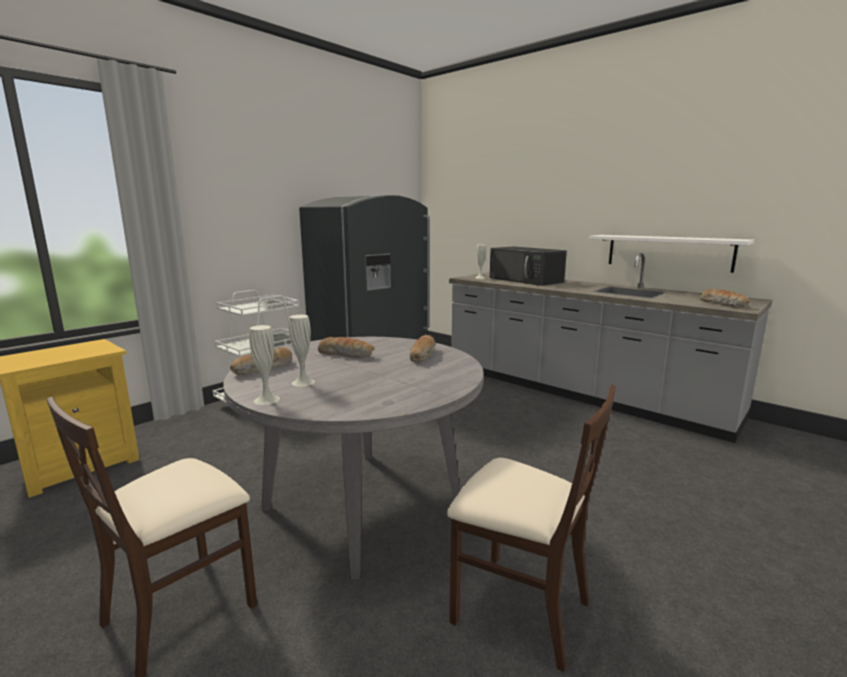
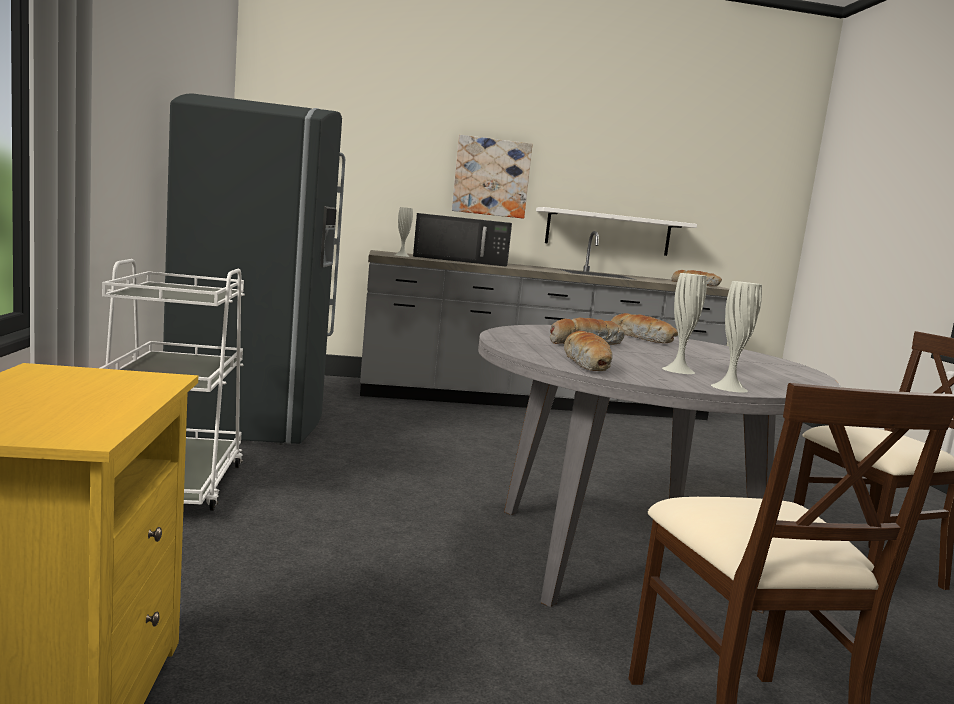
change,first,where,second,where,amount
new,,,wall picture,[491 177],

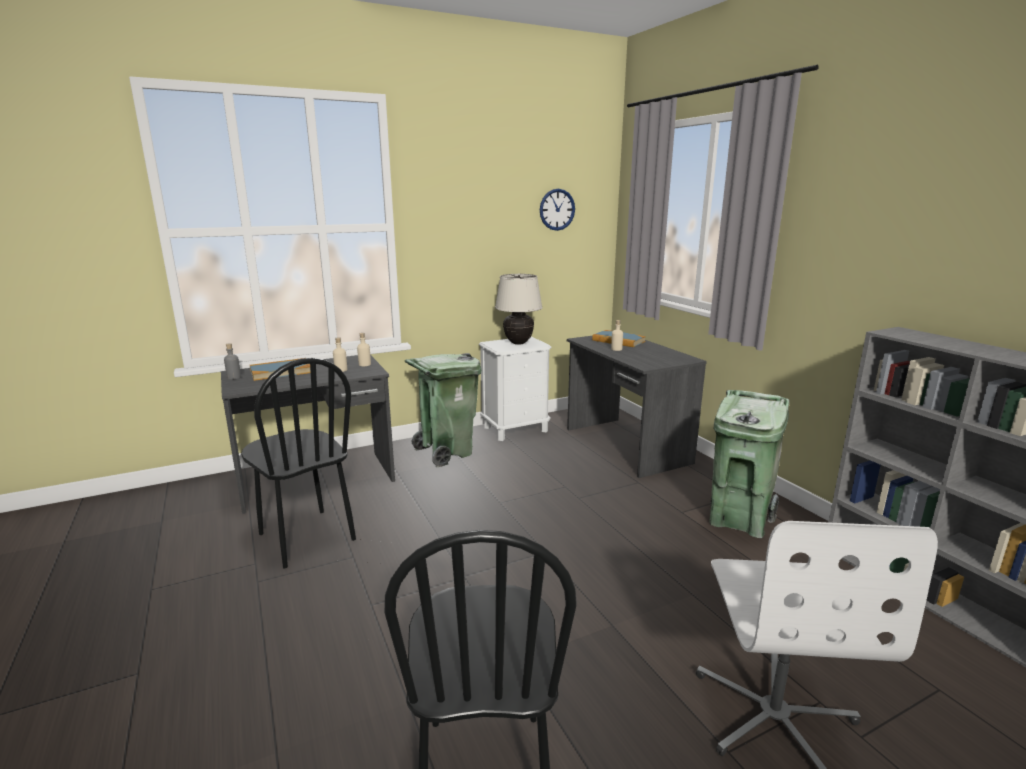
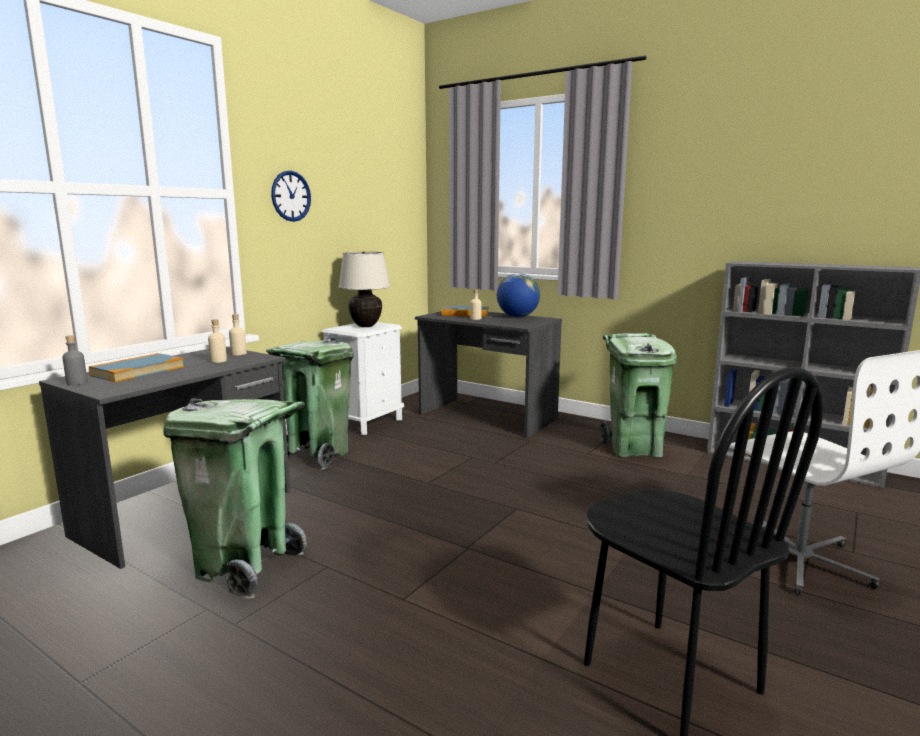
change,first,where,second,where,amount
new,,,globe,[517 316],
shifted,clock on the wall,[557 209],,[291 196],
swapped,black upright chair,[306 537],greenish trash can,[244 566],

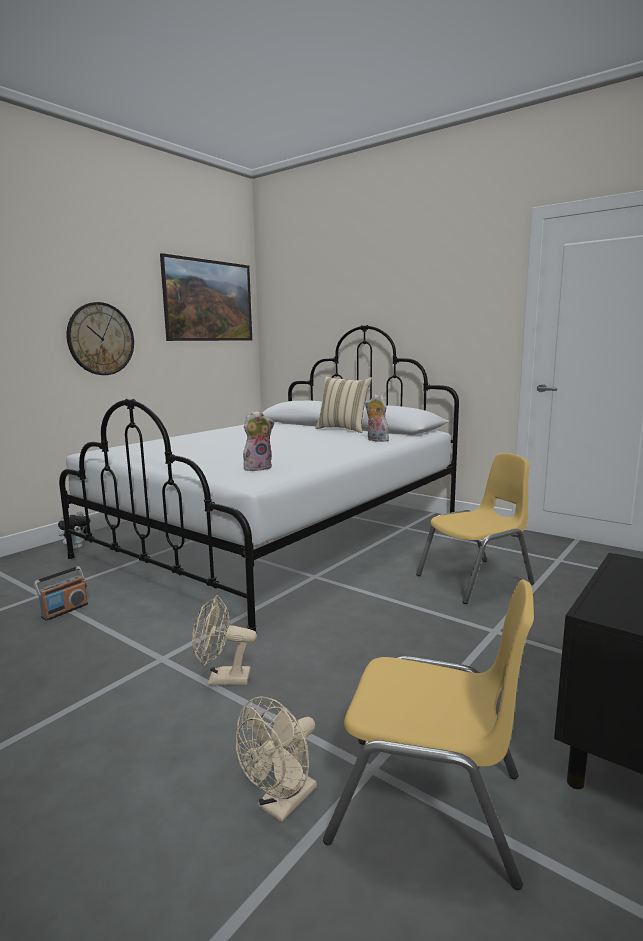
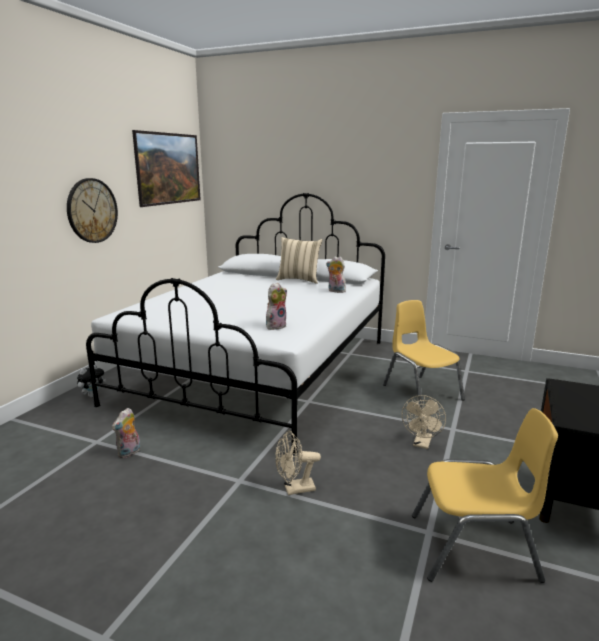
change,first,where,second,where,amount
shifted,beige cooling fan,[282 804],,[422 444],
swapped,radio,[64 610],cuddly toy,[129 453],
rotated,yellow-coloured upright chair,[475 580],,[421 392],75 degrees counterclockwise

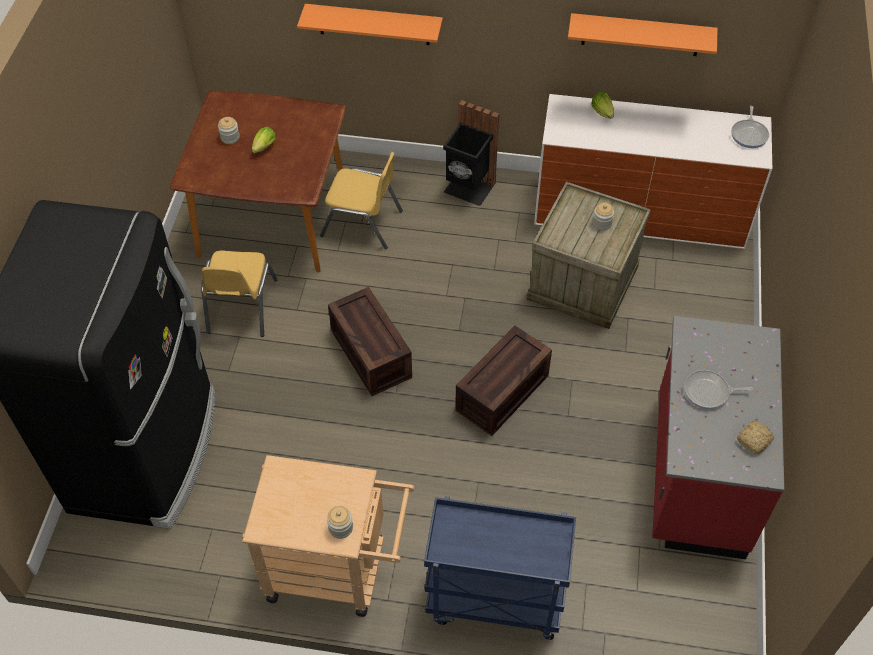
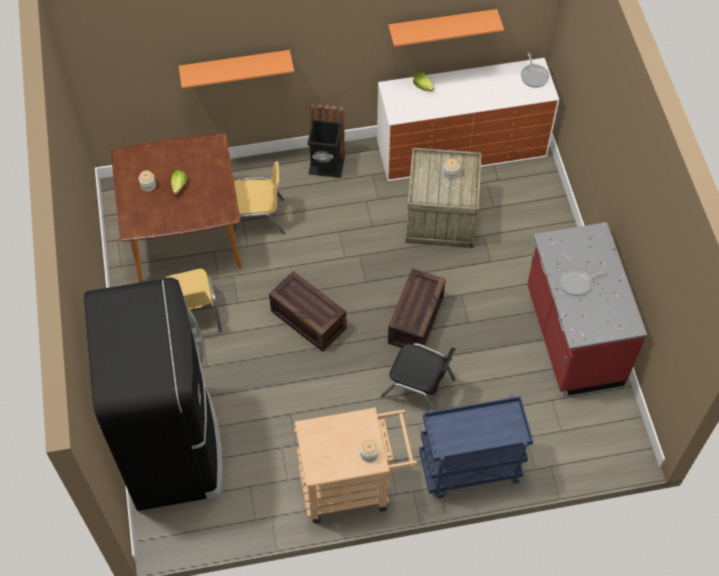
change,first,where,second,where,amount
gone,baked bread,[755 440],,,
new,,,black upright chair,[418 388],

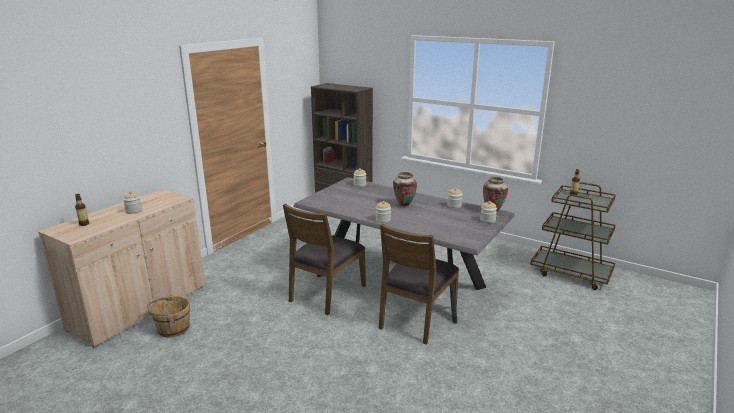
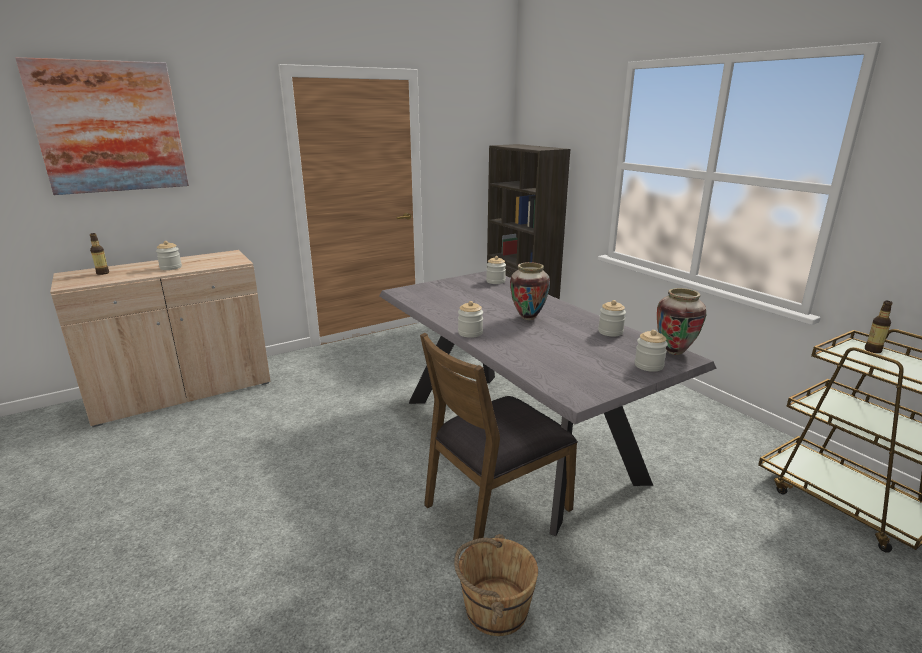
change,first,where,second,where,amount
gone,brown upright chair,[326 293],,,
new,,,wall picture,[110 127],
shifted,brown bucket,[173 328],,[495 608],

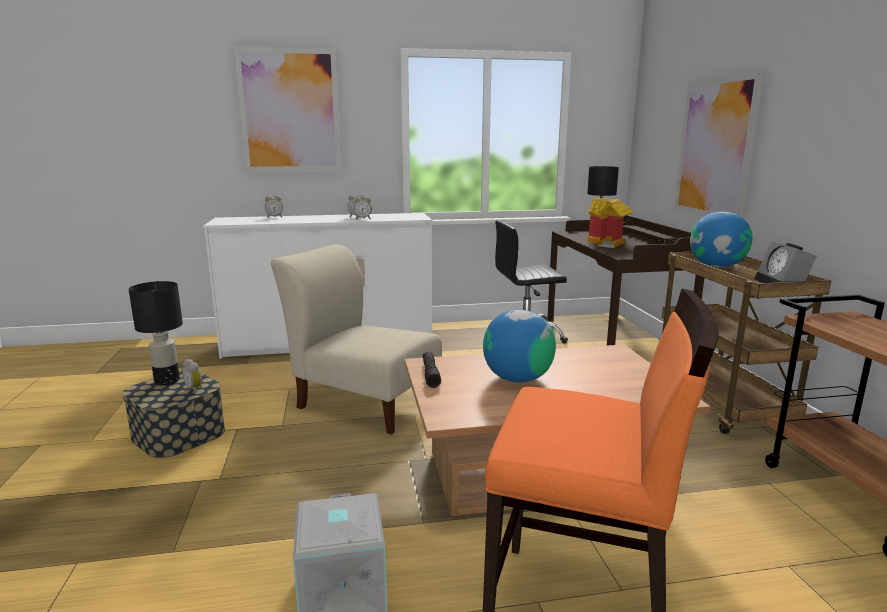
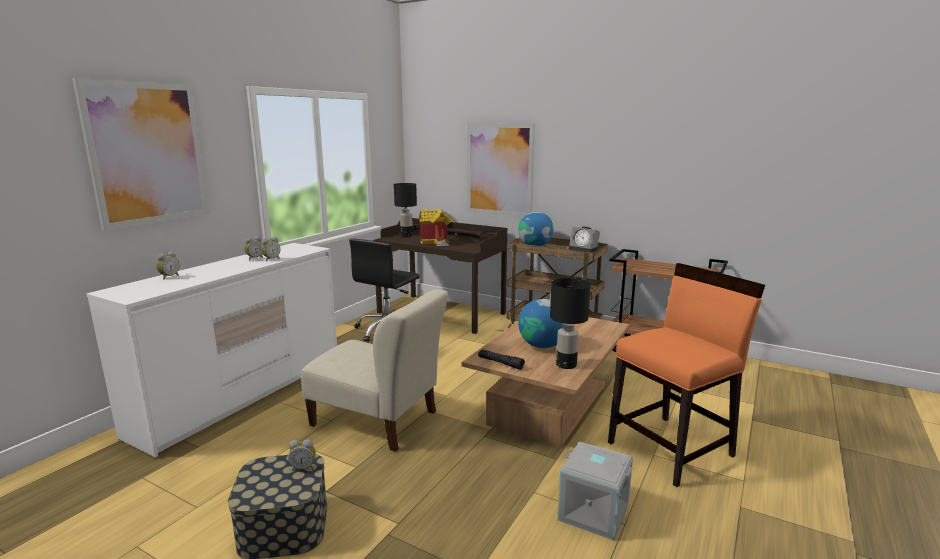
change,first,where,second,where,amount
shifted,black tabletop lamp,[166 381],,[566 365],
rotated,beige upright chair,[363 402],,[378 421],135 degrees counterclockwise

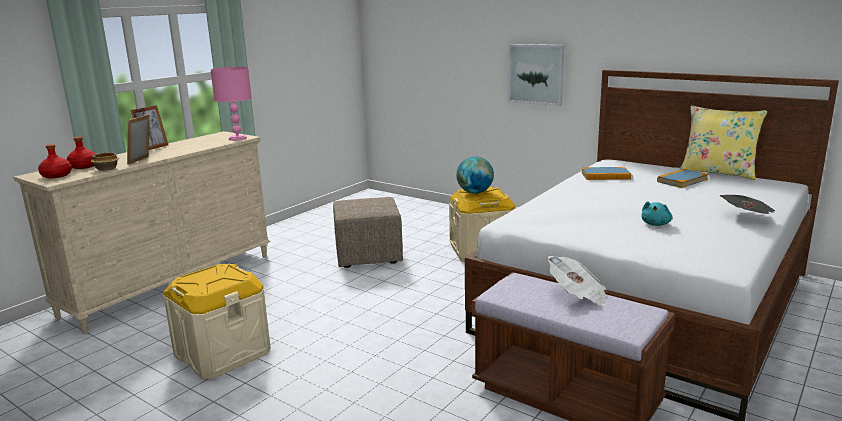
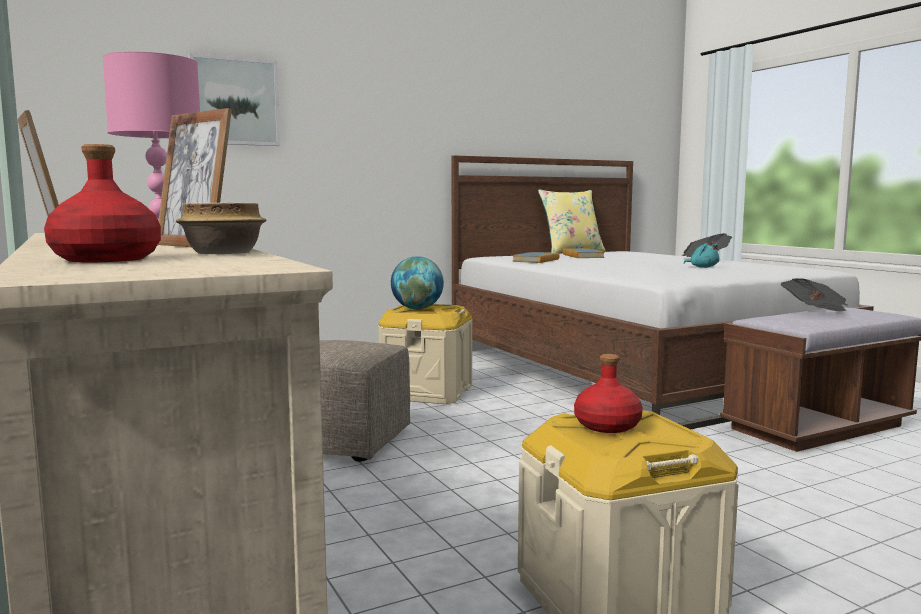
change,first,where,second,where,amount
shifted,red drink bottle,[57 175],,[606 425],
shifted,wall picture,[536 74],,[235 101],

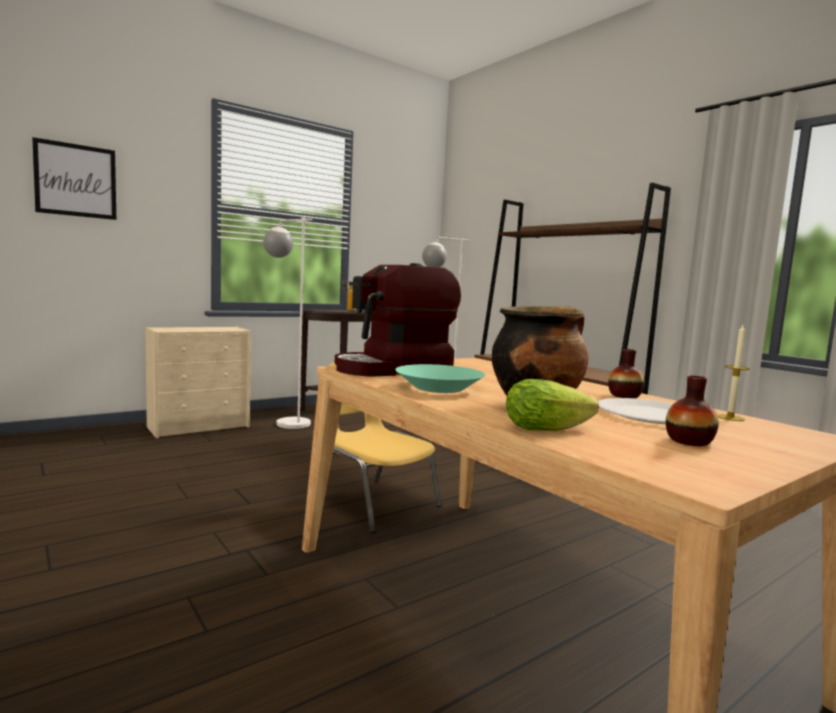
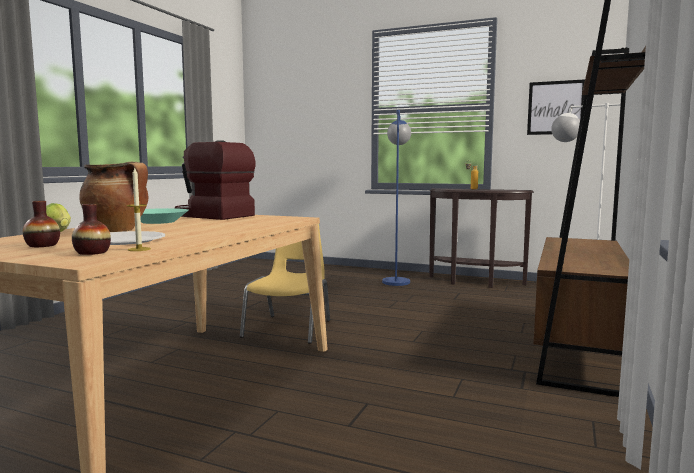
change,first,where,second,where,amount
gone,beige chest of drawers,[200 427],,,
shifted,wall picture,[76 180],,[555 107],
shifted,decorative vase,[624 396],,[92 252],
repainted,whitish standard lamp,[285 421],blue standard lamp,[396 280],

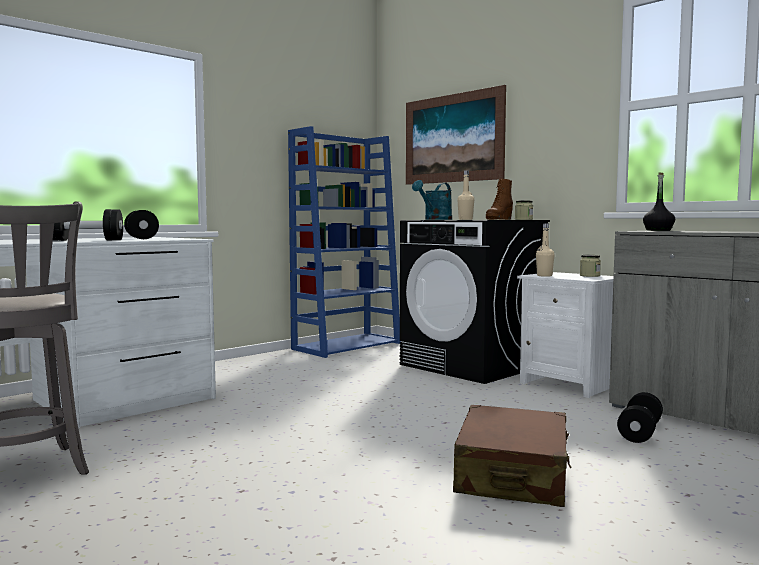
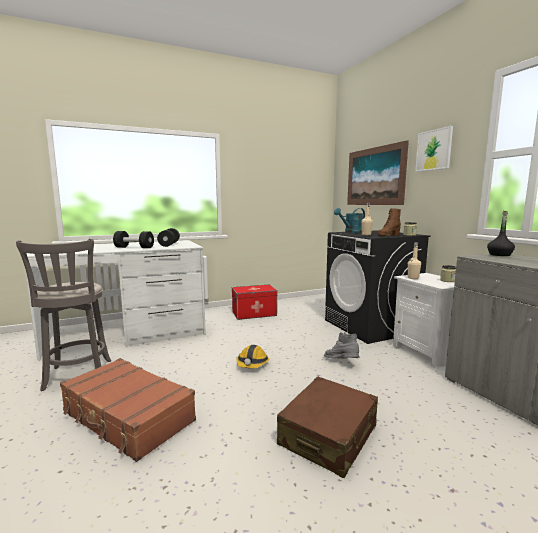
change,first,where,second,where,amount
gone,blue bookshelf,[347 346],,,
gone,black free weight,[640 432],,,
new,,,brown travel case,[127 417],
new,,,storage container,[254 313],
new,,,work helmet,[252 364],
new,,,gray tall boot,[341 363],
new,,,wall picture,[433 150],

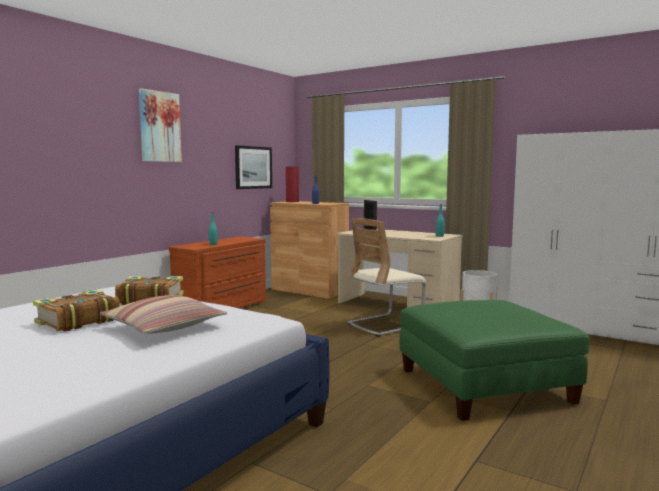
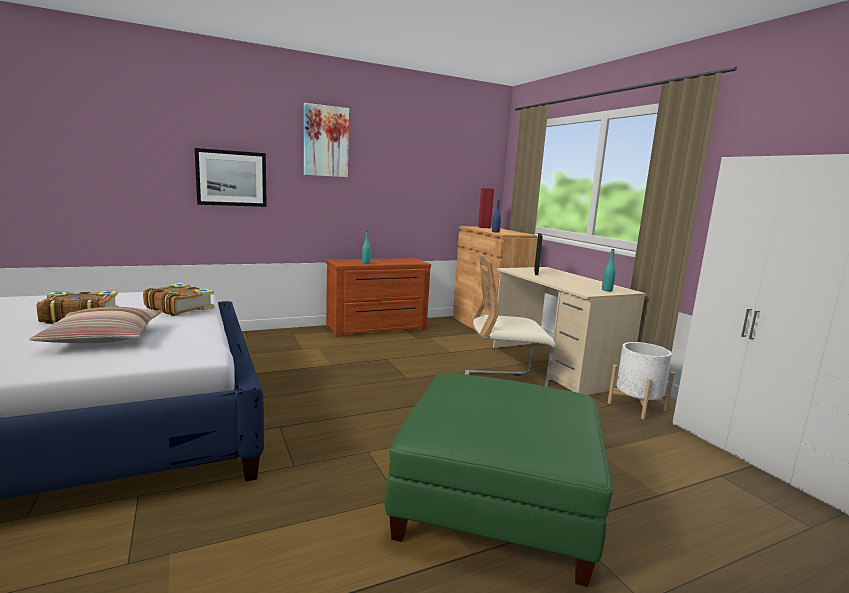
change,first,where,second,where,amount
shifted,wall picture,[253 167],,[231 178],

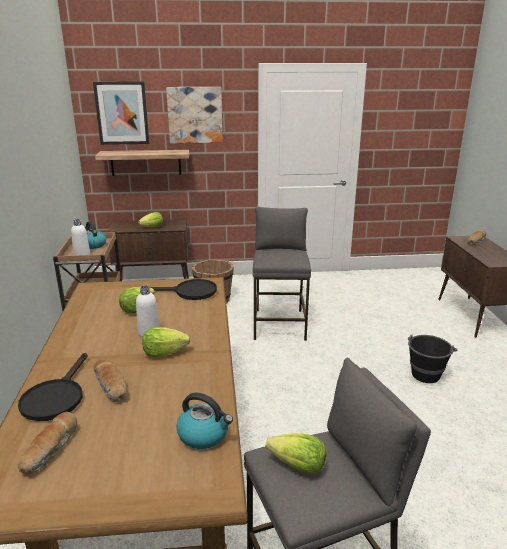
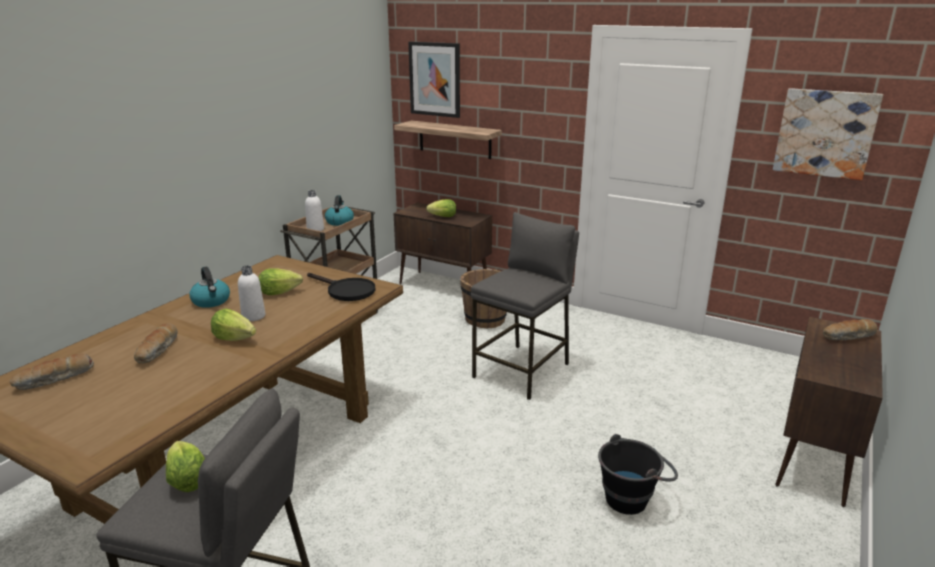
change,first,where,second,where,amount
gone,black pan,[56 397],,,
shifted,wall picture,[195 115],,[825 133],
shifted,kettle,[204 435],,[211 301],

